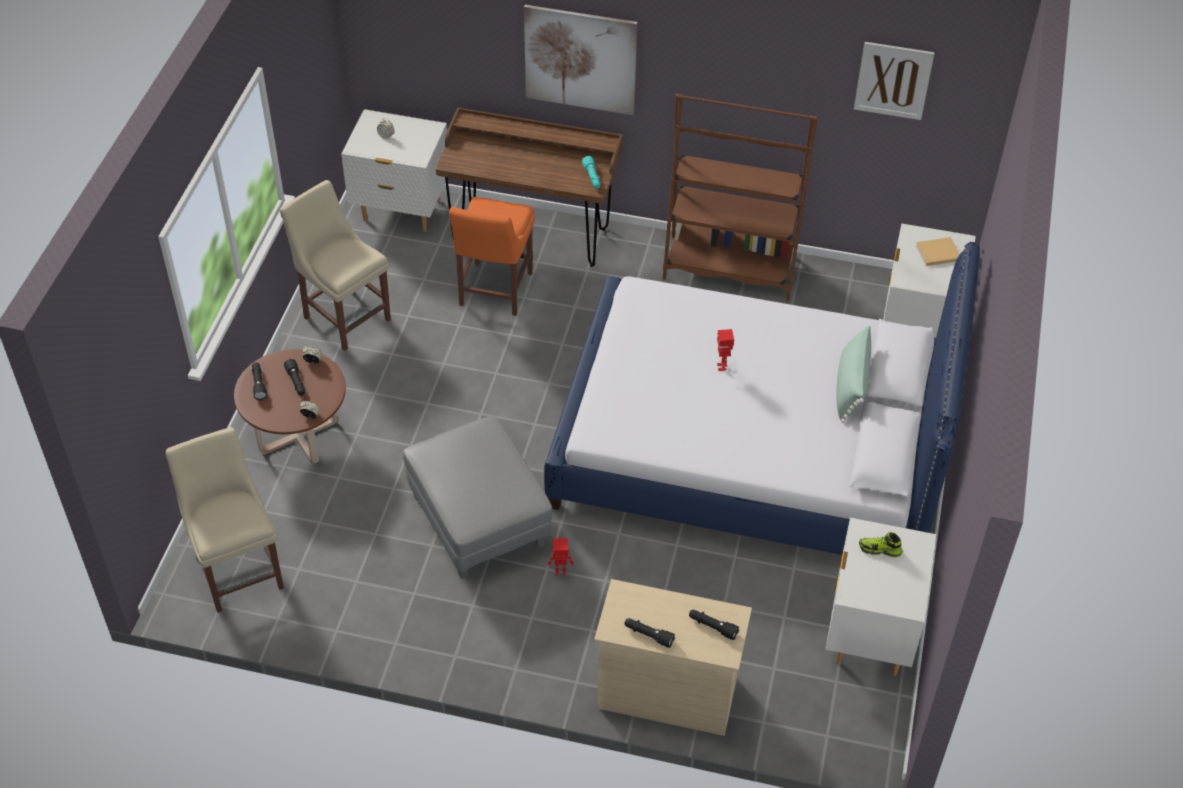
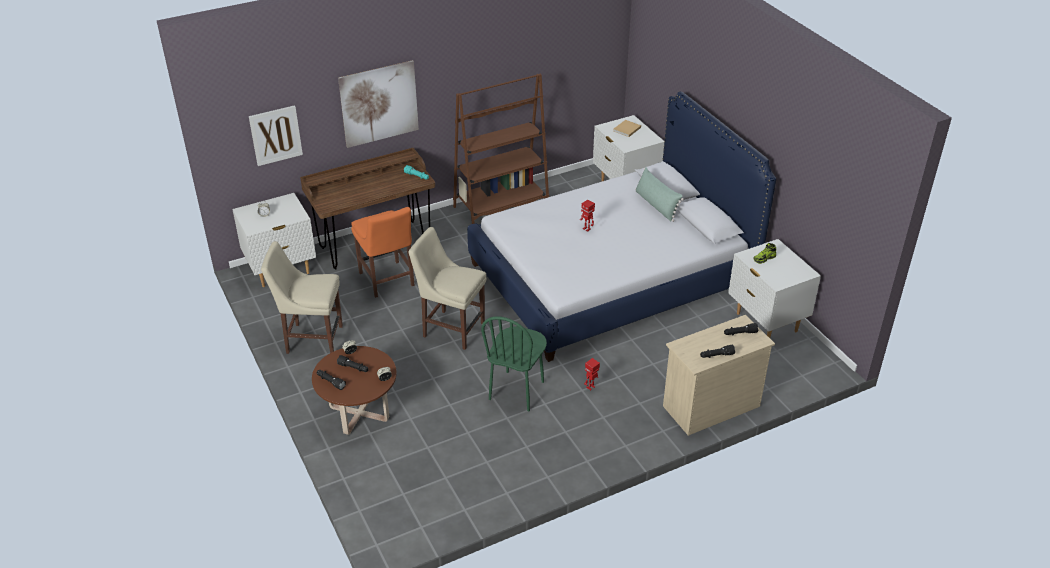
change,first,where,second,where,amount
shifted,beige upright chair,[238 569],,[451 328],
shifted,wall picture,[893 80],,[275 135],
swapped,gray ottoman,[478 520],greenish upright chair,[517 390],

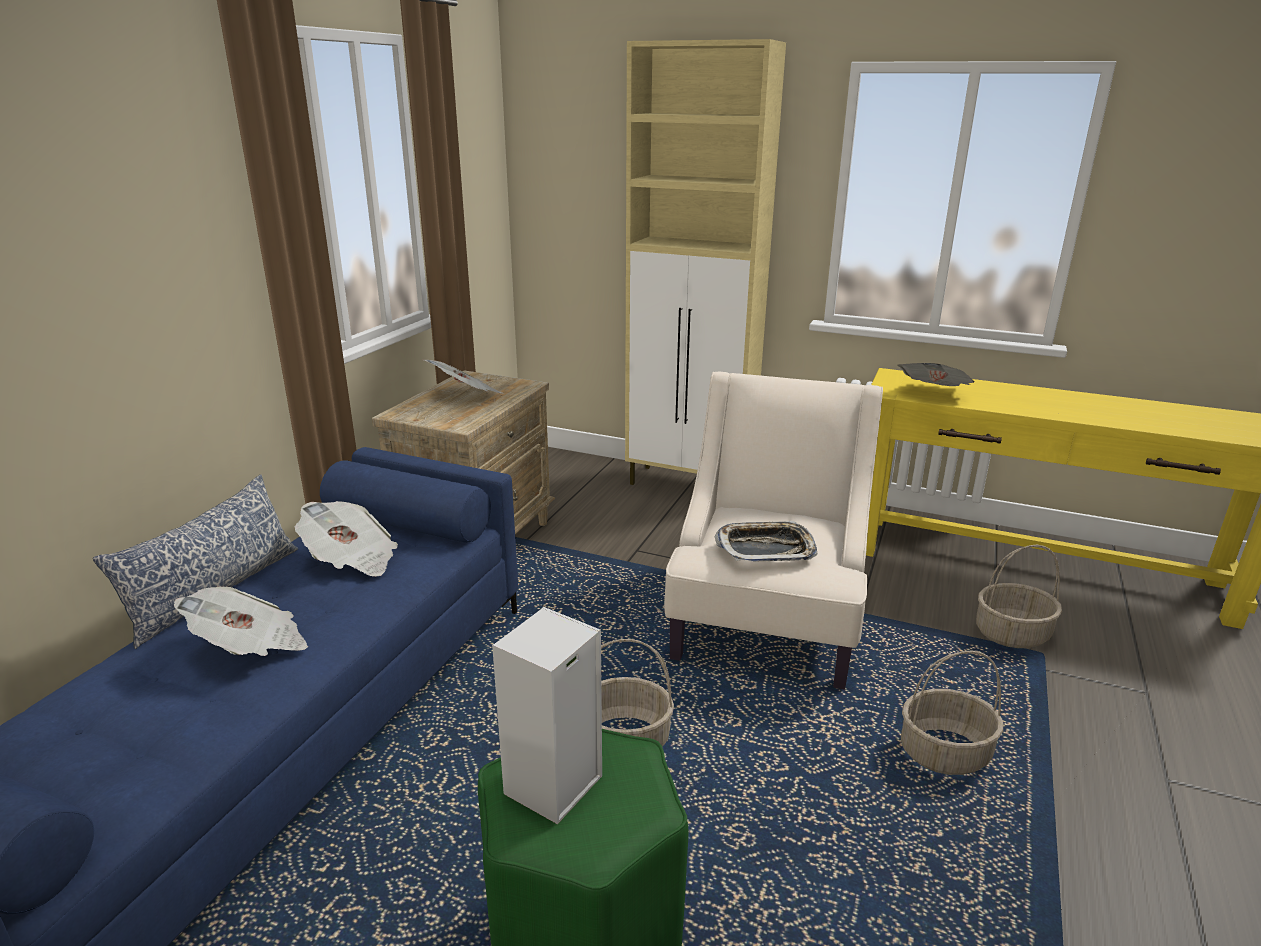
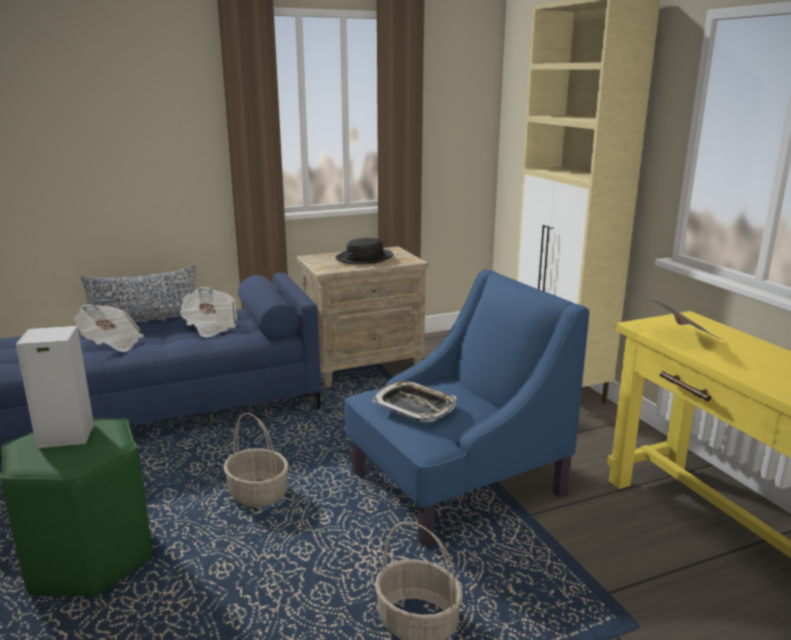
change,first,where,second,where,amount
gone,basket,[1011 634],,,
swapped,daily paper,[466 396],black hat,[365 258],
repainted,beige easy chair,[766 619],blue easy chair,[454 483],

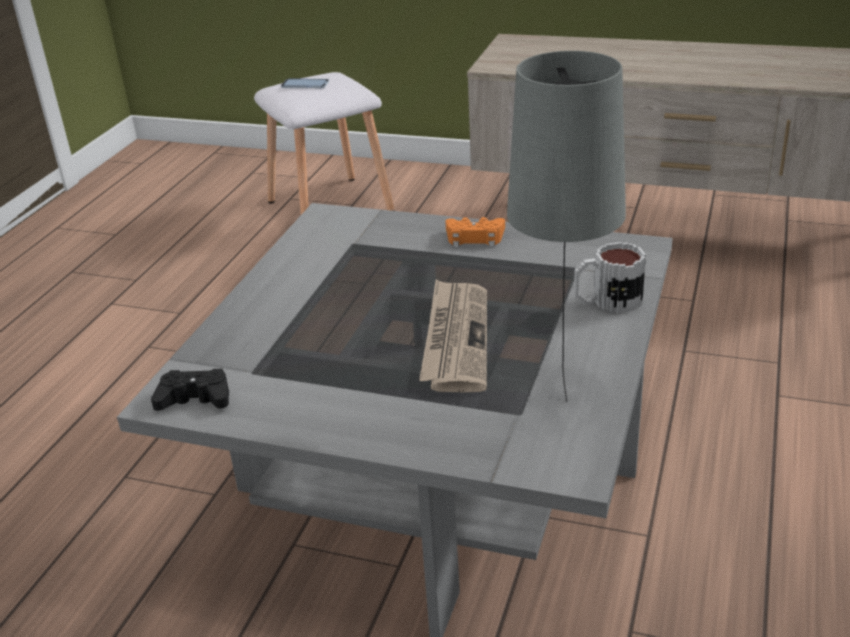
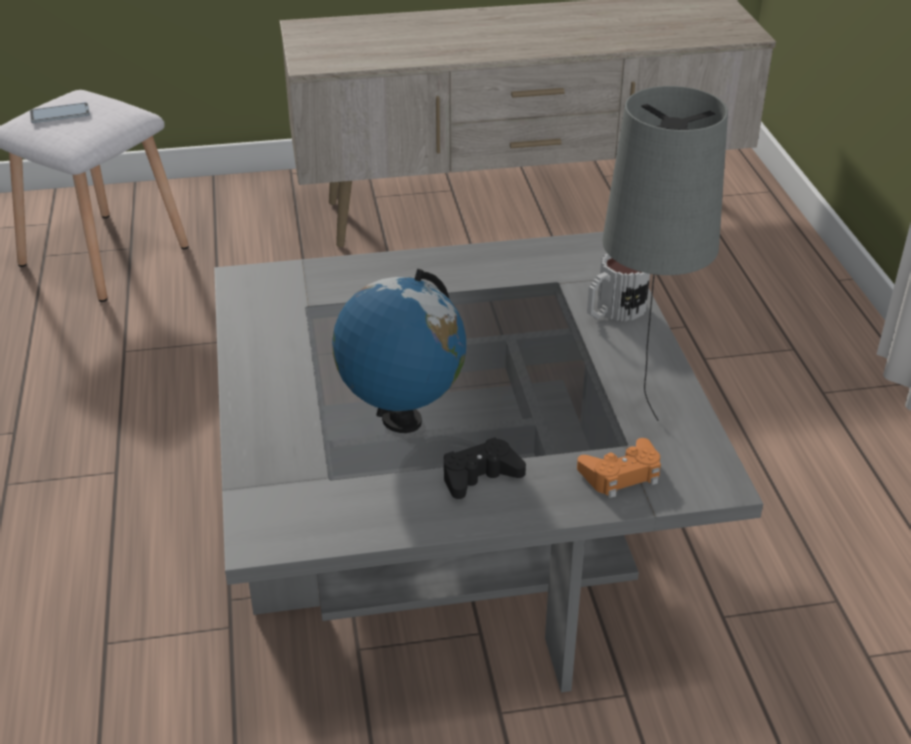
change,first,where,second,where,amount
gone,daily paper,[455 338],,,
new,,,globe,[401 420],
shifted,black joypad,[195 398],,[480 476],
shifted,orange joypad,[474 238],,[621 474],

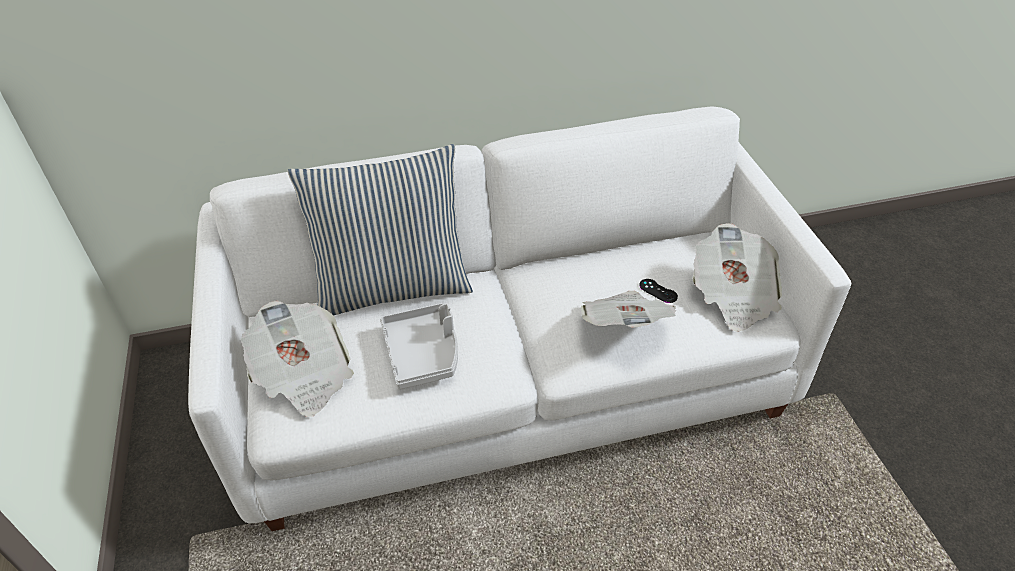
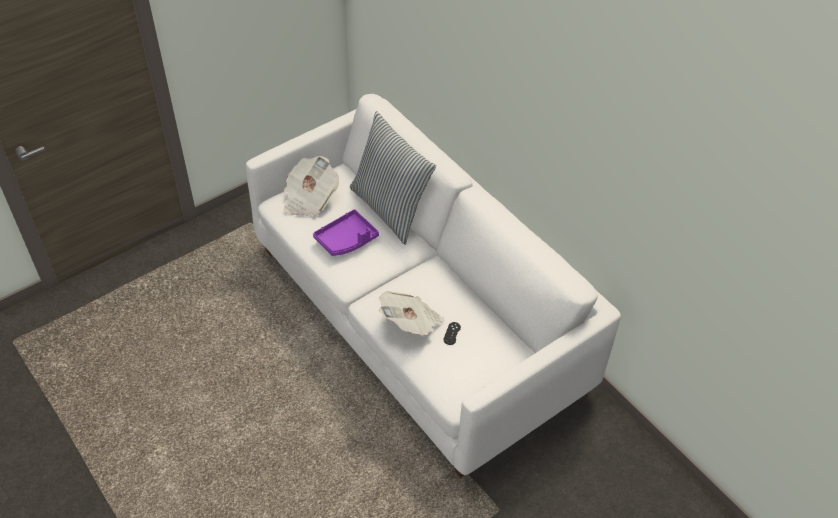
change,first,where,second,where,amount
gone,daily paper,[733 296],,,
repainted,gray carrying tray,[423 353],purple carrying tray,[346 240],

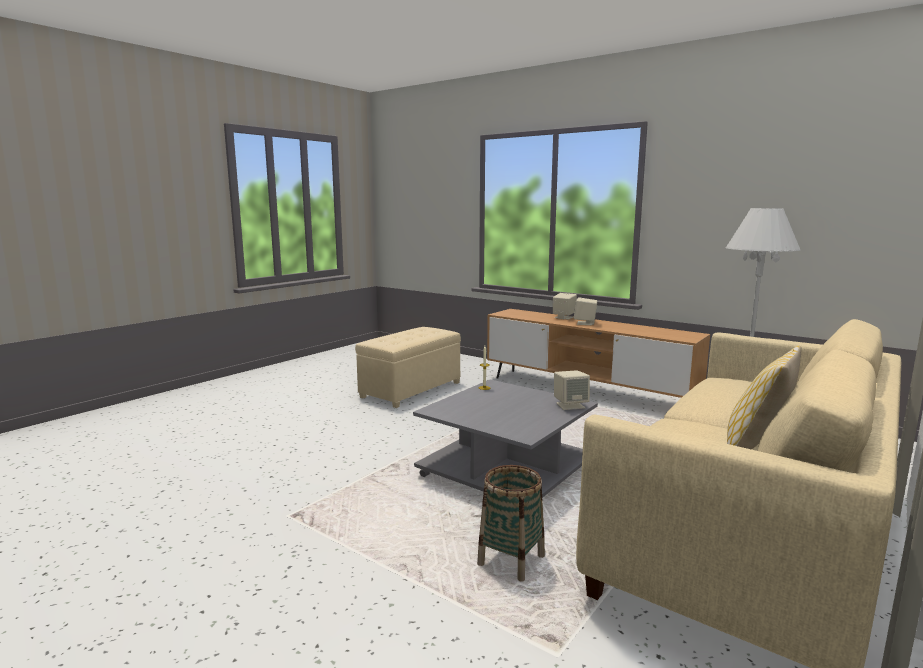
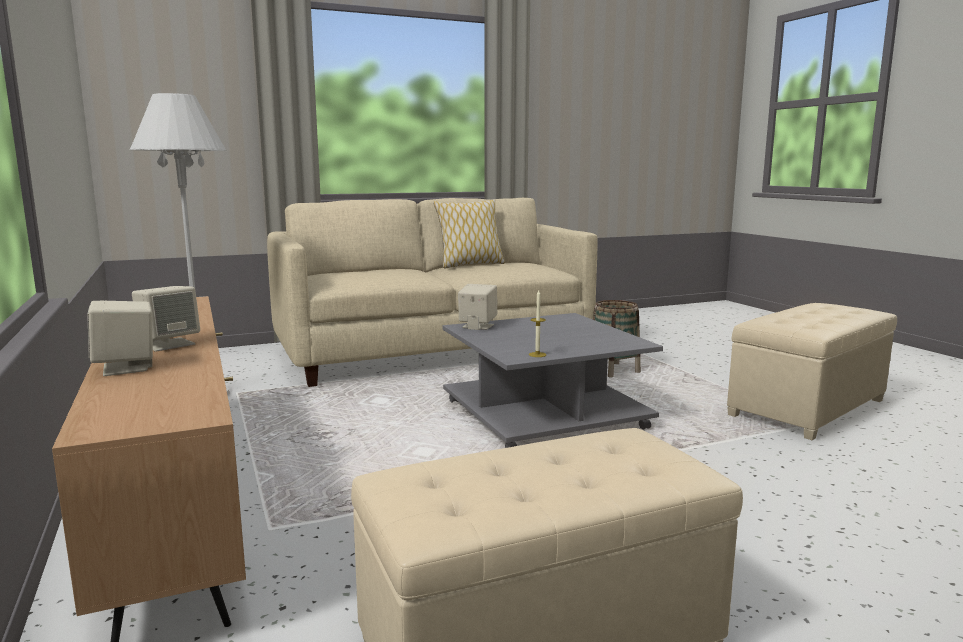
change,first,where,second,where,amount
new,,,beige ottoman,[809 408],

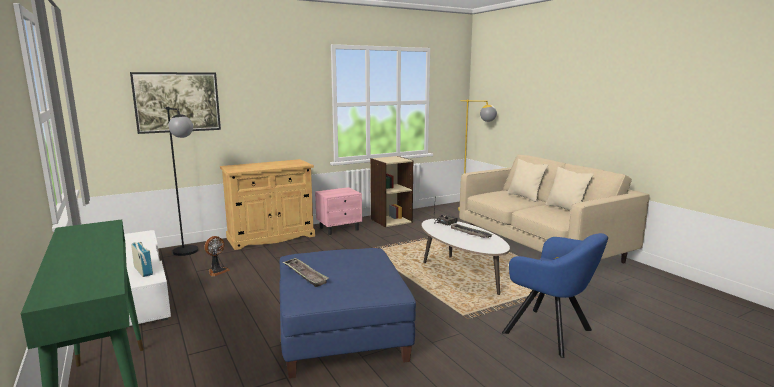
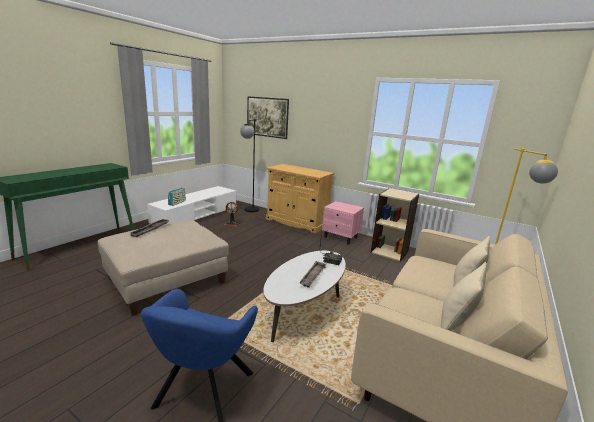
change,first,where,second,where,amount
repainted,blue ottoman,[341 333],beige ottoman,[166 280],

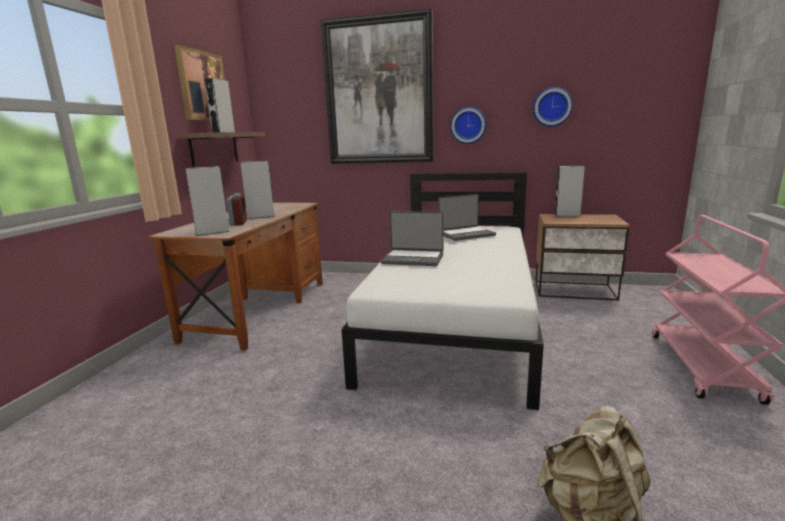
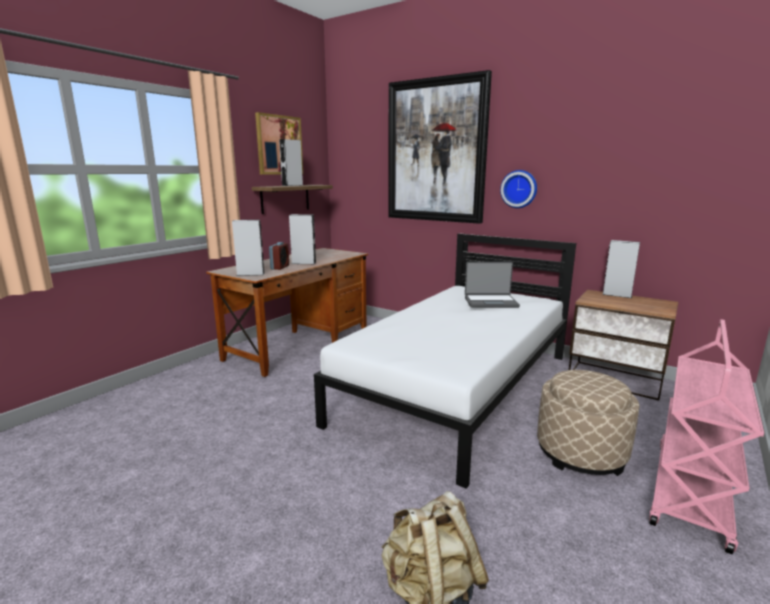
change,first,where,second,where,amount
gone,notebook computer,[413 259],,,
gone,clock on the wall,[552 107],,,
new,,,beige ottoman,[581 453],

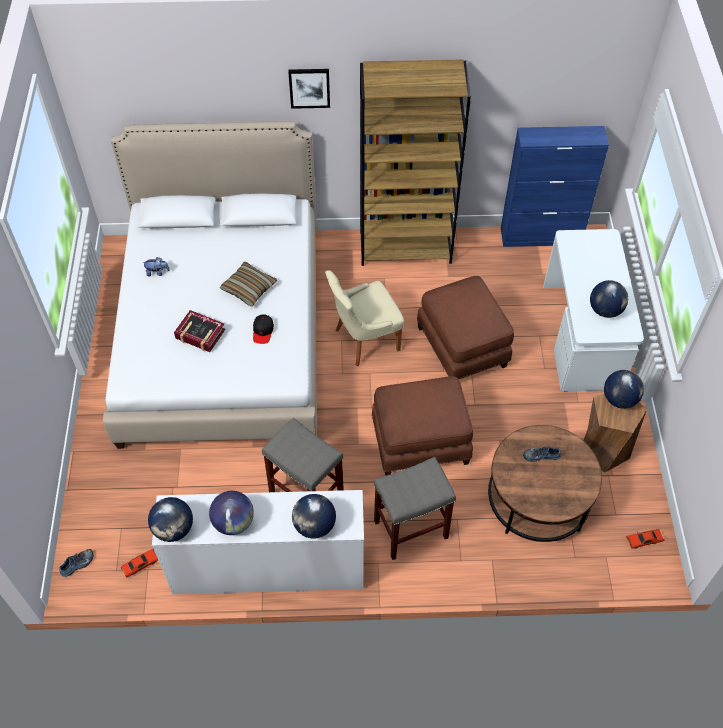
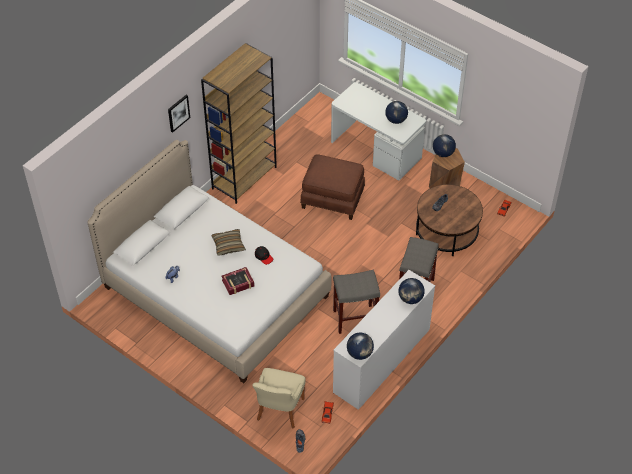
change,first,where,second,where,amount
gone,globe,[233 522],,,
gone,brown ottoman,[420 441],,,
gone,blue cabinet,[541 236],,,
shifted,beige upright chair,[364 340],,[279 410],

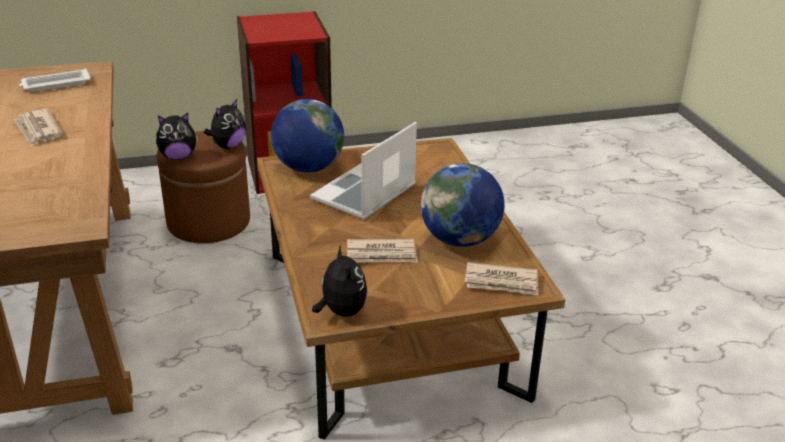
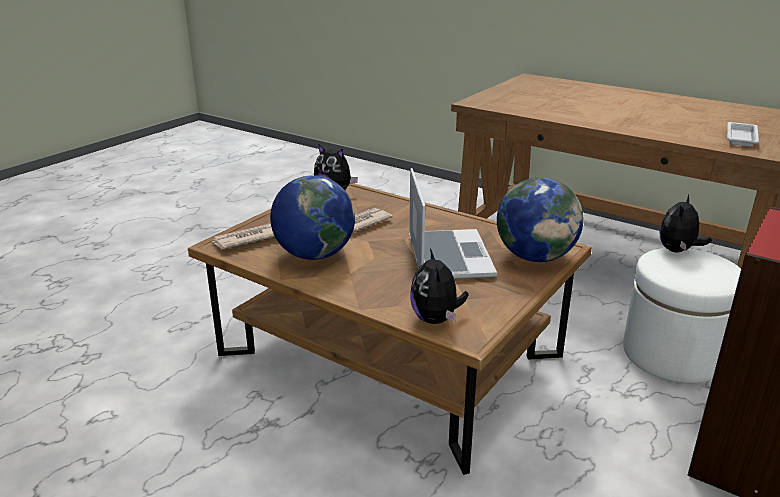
change,first,where,second,where,amount
gone,daily paper,[38 130],,,
shifted,cuddly toy,[228 146],,[436 319],
repainted,brown ottoman,[208 222],whitish ottoman,[673 354],

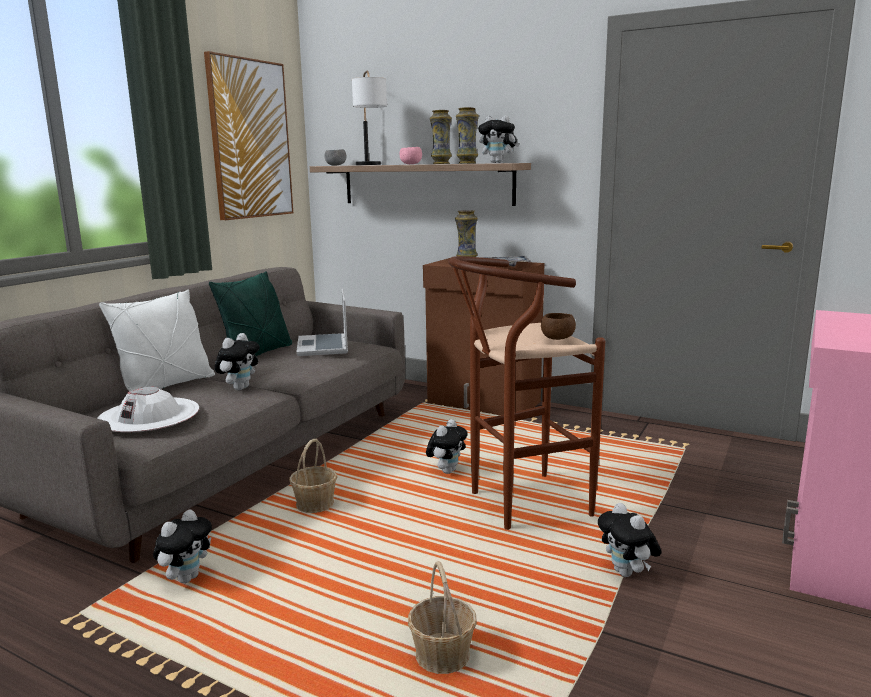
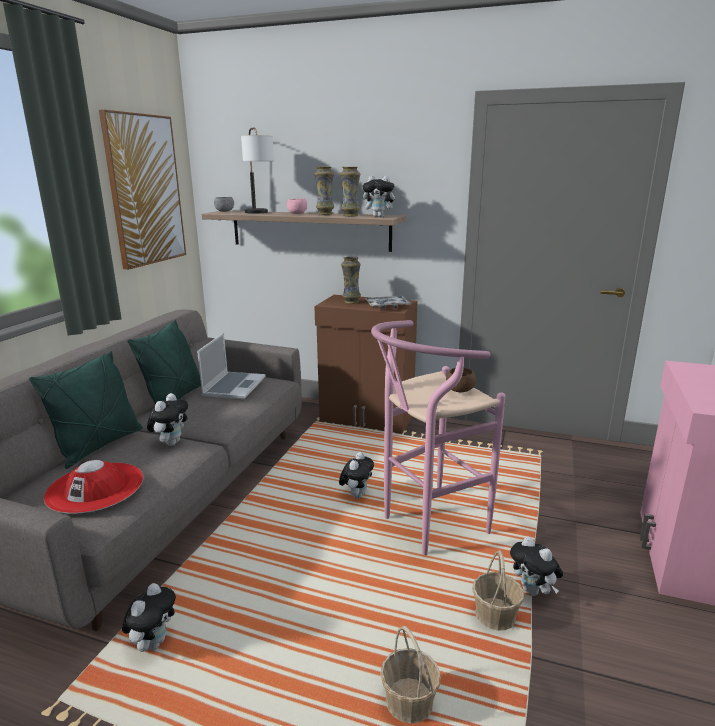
change,first,where,second,where,amount
shifted,basket,[315 504],,[495 615],
repainted,whitish hat,[149 415],red hat,[95 487],
repainted,whitish cushion,[167 386],greenish cushion,[99 445],
repainted,brown stool,[518 504],pink-coloured stool,[426 526],
rotated,notebook computer,[324 347],,[234 386],150 degrees counterclockwise

